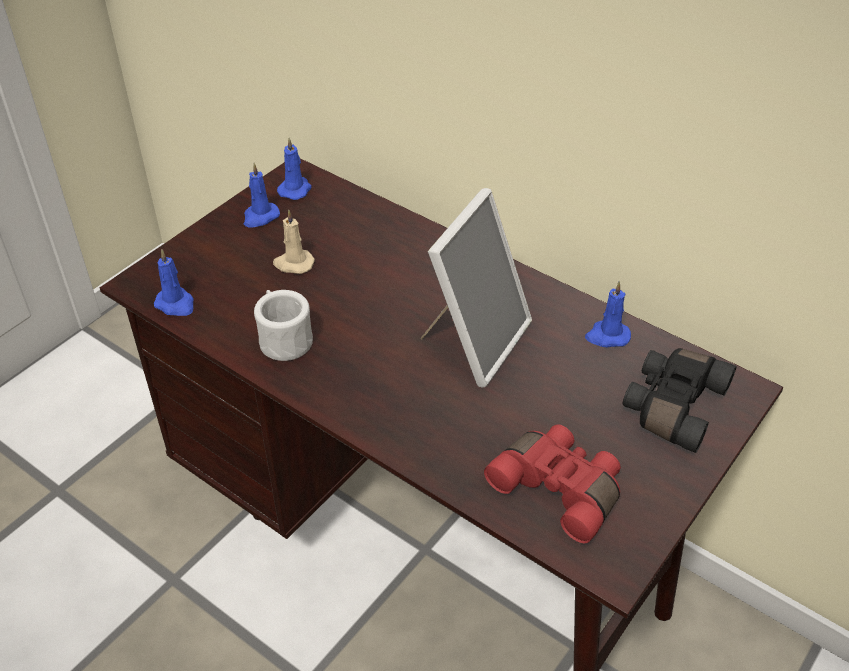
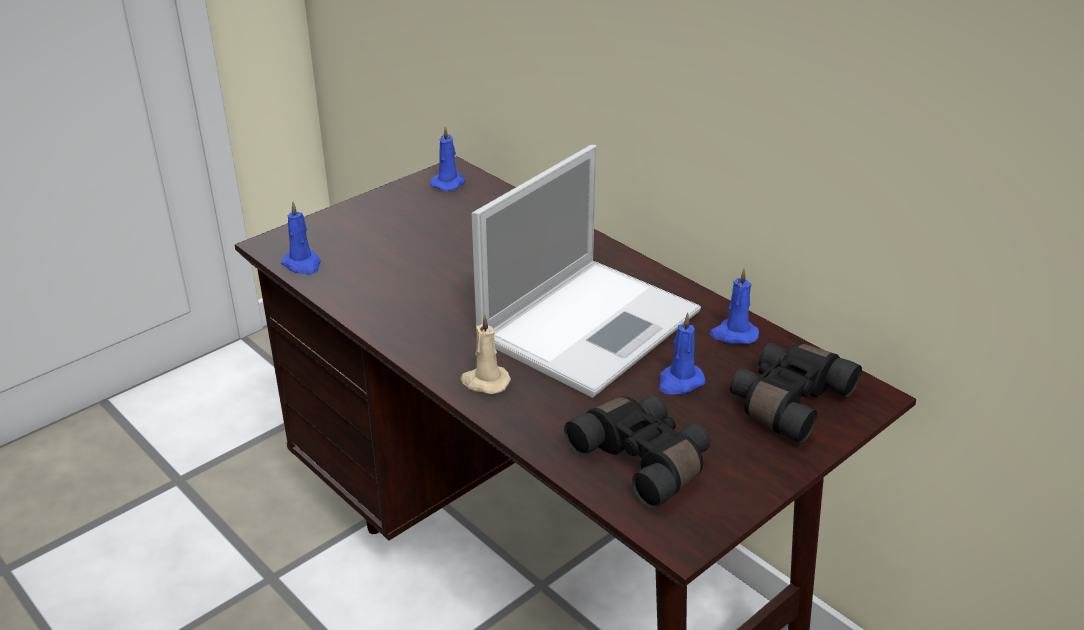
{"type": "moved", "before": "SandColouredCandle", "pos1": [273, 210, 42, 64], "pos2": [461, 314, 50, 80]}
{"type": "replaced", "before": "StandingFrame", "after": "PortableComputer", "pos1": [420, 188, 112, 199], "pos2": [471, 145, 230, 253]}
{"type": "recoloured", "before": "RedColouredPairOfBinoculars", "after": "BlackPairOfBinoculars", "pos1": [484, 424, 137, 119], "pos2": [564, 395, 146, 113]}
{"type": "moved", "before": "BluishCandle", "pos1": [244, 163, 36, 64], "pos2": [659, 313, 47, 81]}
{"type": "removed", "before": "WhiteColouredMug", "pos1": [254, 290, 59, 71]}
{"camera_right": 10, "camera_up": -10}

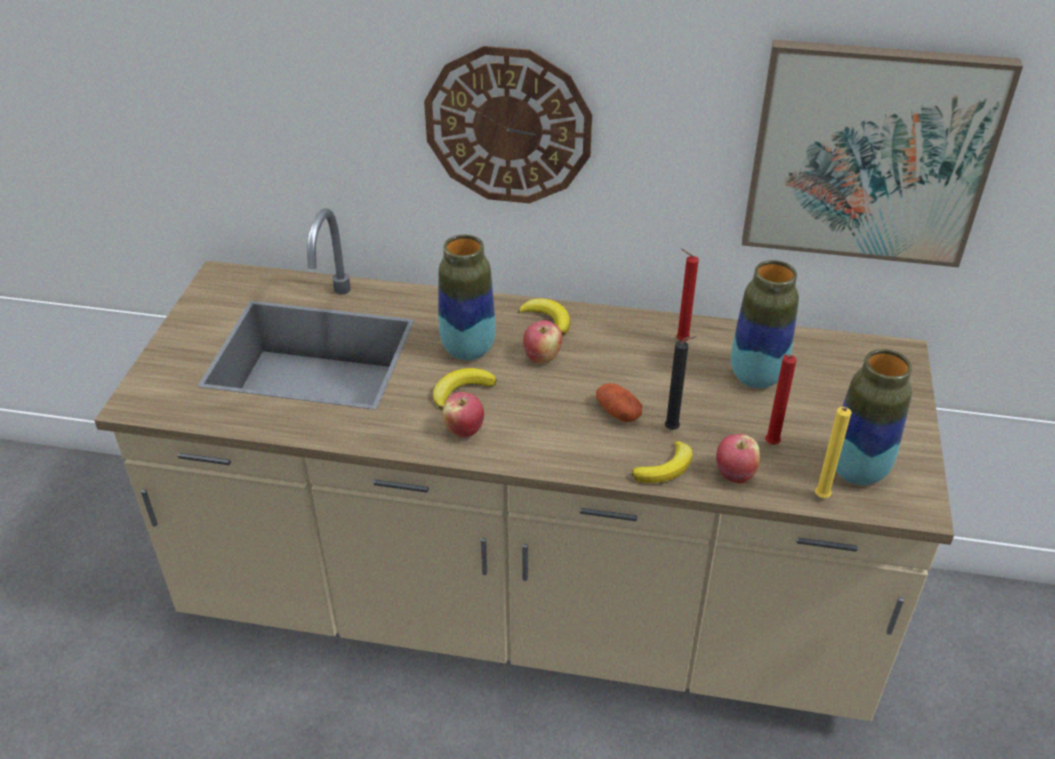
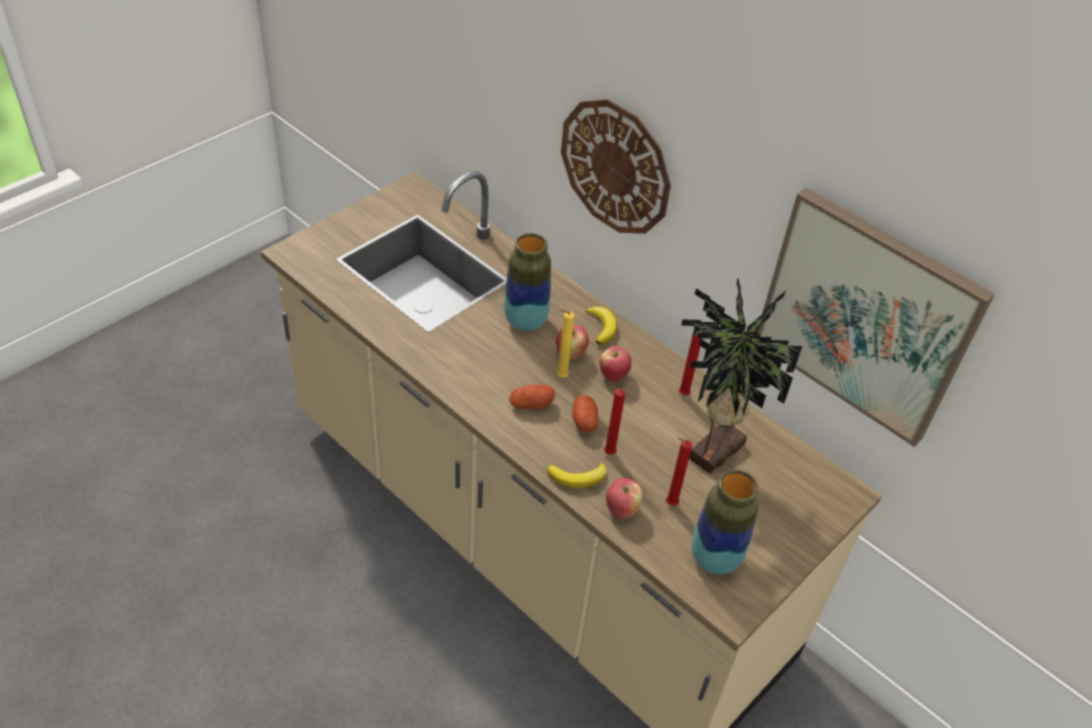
{"type": "added", "after": "Potato", "pos2": [509, 384, 46, 25]}
{"type": "moved", "before": "YellowishCandle", "pos1": [815, 407, 37, 91], "pos2": [557, 309, 17, 69]}
{"type": "moved", "before": "AppleFruit", "pos1": [443, 392, 41, 46], "pos2": [599, 346, 32, 36]}
{"type": "recoloured", "before": "BlackCandle", "after": "RedColouredCandle", "pos1": [665, 336, 32, 94], "pos2": [604, 388, 26, 67]}
{"type": "replaced", "before": "FlowerVase", "after": "PlantInAPot", "pos1": [731, 260, 68, 128], "pos2": [681, 278, 121, 196]}
{"type": "removed", "before": "BananaFruit", "pos1": [433, 368, 63, 42]}
{"camera_right": 30, "camera_up": 5}

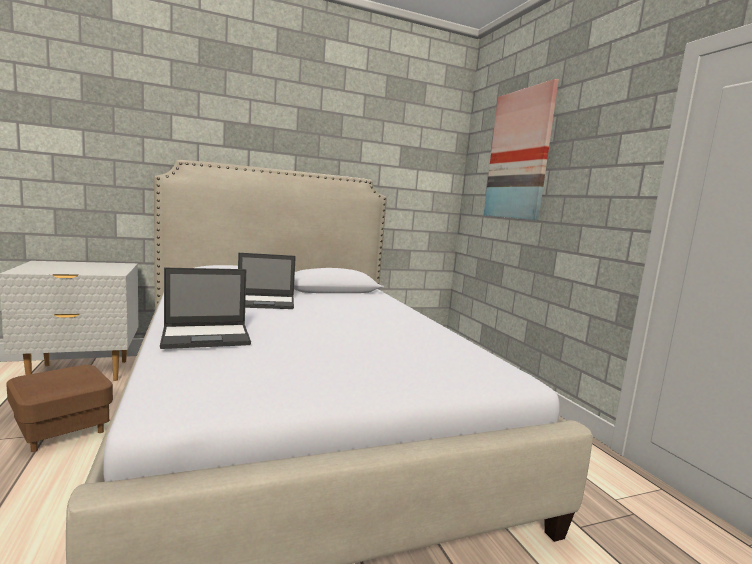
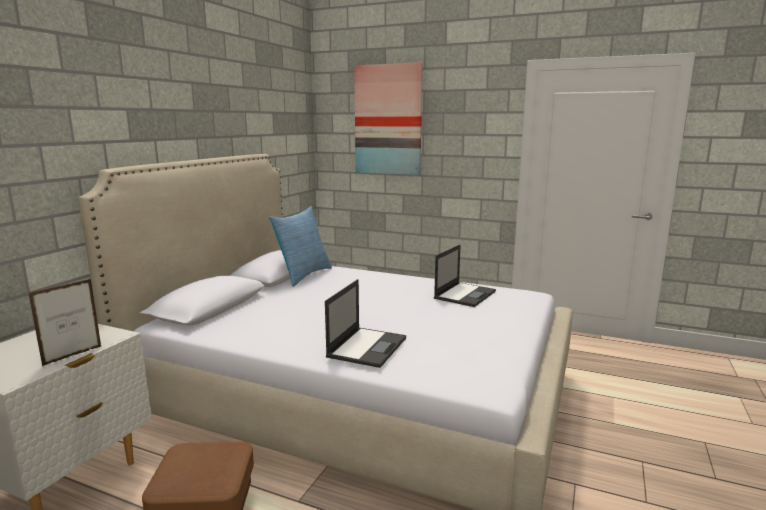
{"type": "added", "after": "StandingFrame", "pos2": [29, 279, 72, 87]}
{"type": "added", "after": "Cushion", "pos2": [269, 206, 63, 81]}
{"type": "moved", "before": "PortableComputer", "pos1": [238, 253, 58, 56], "pos2": [434, 244, 62, 63]}
{"camera_right": -45, "camera_up": 5}

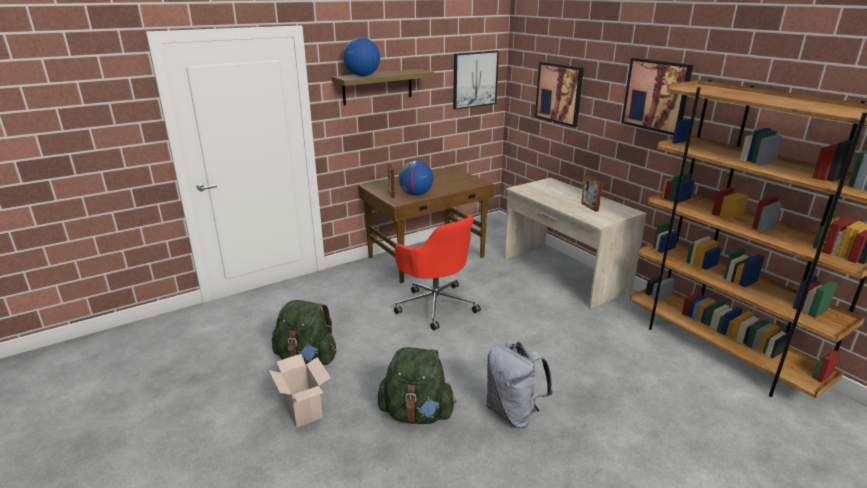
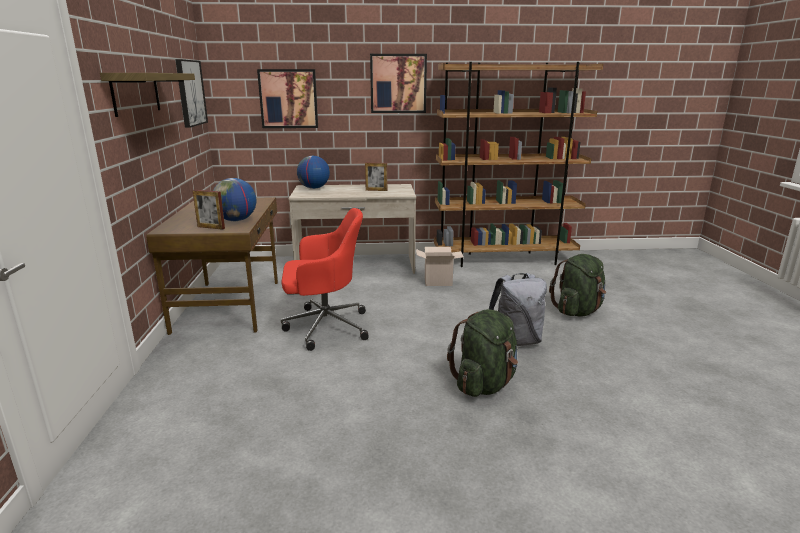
{"type": "moved", "before": "DeskGlobe", "pos1": [343, 37, 37, 39], "pos2": [297, 156, 33, 33]}
{"type": "moved", "before": "CardboardBox", "pos1": [269, 354, 62, 74], "pos2": [416, 247, 47, 39]}
{"type": "moved", "before": "GreenishRucksack", "pos1": [272, 300, 64, 65], "pos2": [549, 254, 57, 63]}
{"camera_right": -60, "camera_up": -5}

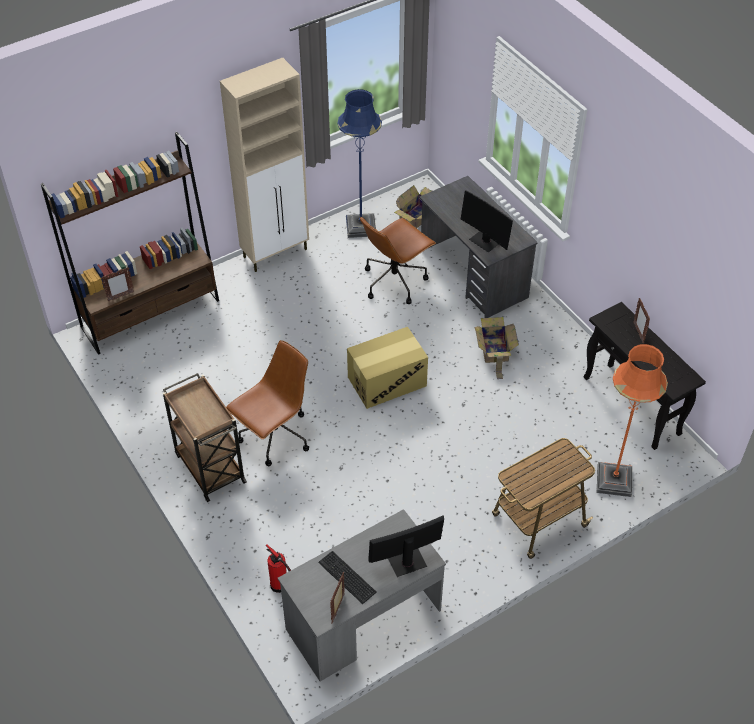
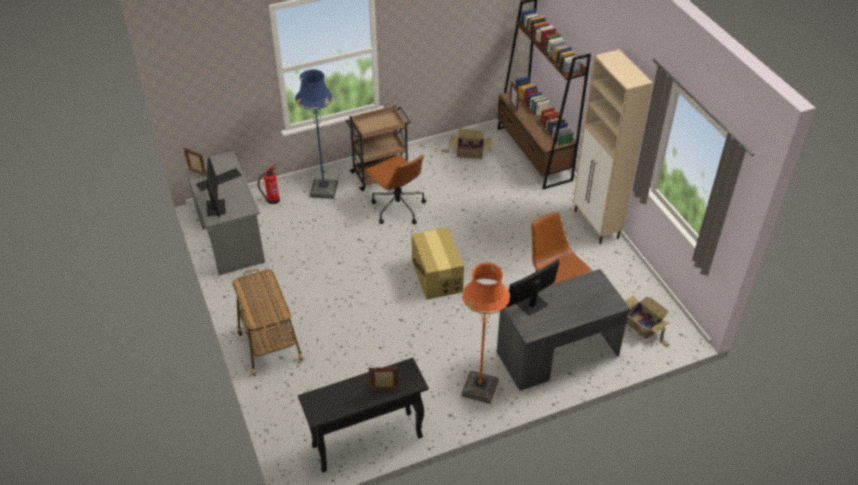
{"type": "moved", "before": "BluishStandingLamp", "pos1": [337, 89, 45, 149], "pos2": [295, 69, 43, 130]}
{"type": "moved", "before": "CardboardBox", "pos1": [474, 317, 45, 62], "pos2": [441, 129, 50, 30]}
{"type": "moved", "before": "OrangeyStandingLamp", "pos1": [597, 344, 71, 153], "pos2": [461, 262, 49, 142]}
{"camera_right": 100, "camera_up": -5}

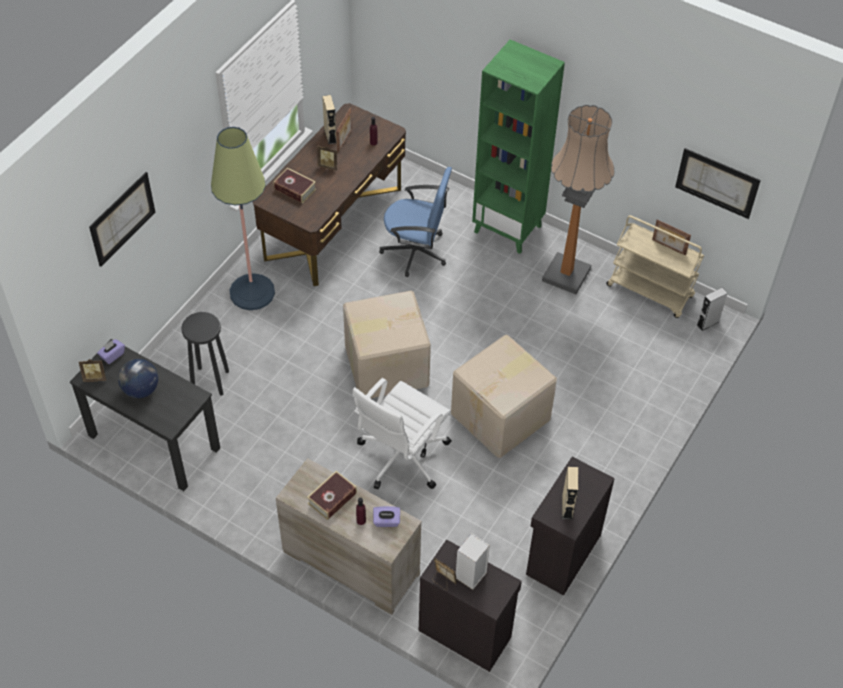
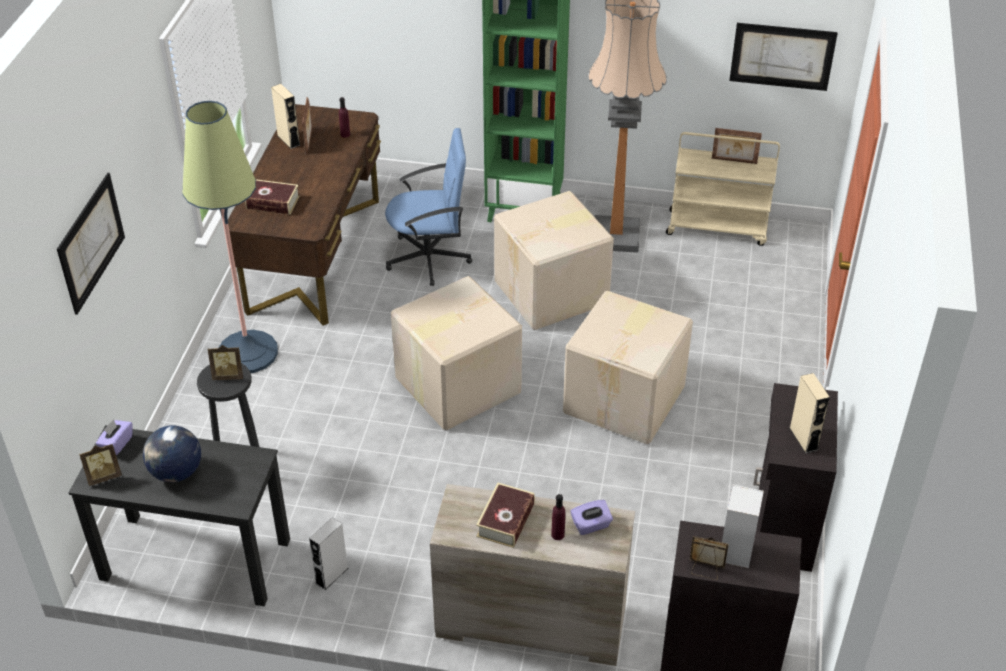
{"type": "moved", "before": "StandingFrame", "pos1": [317, 146, 20, 25], "pos2": [208, 345, 35, 35]}
{"type": "moved", "before": "GrayAudioSpeaker", "pos1": [697, 288, 31, 43], "pos2": [309, 517, 39, 73]}
{"type": "added", "after": "CardboardBox", "pos2": [494, 191, 120, 139]}
{"type": "removed", "before": "WhiteColouredOfficeChair", "pos1": [352, 378, 100, 111]}
{"camera_right": -20, "camera_up": -10}

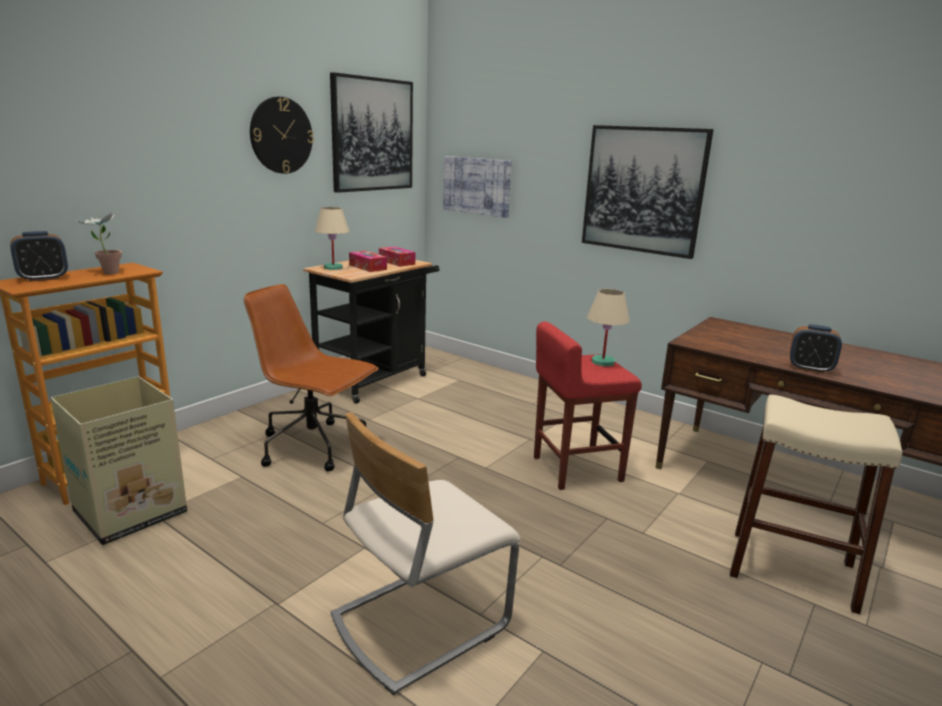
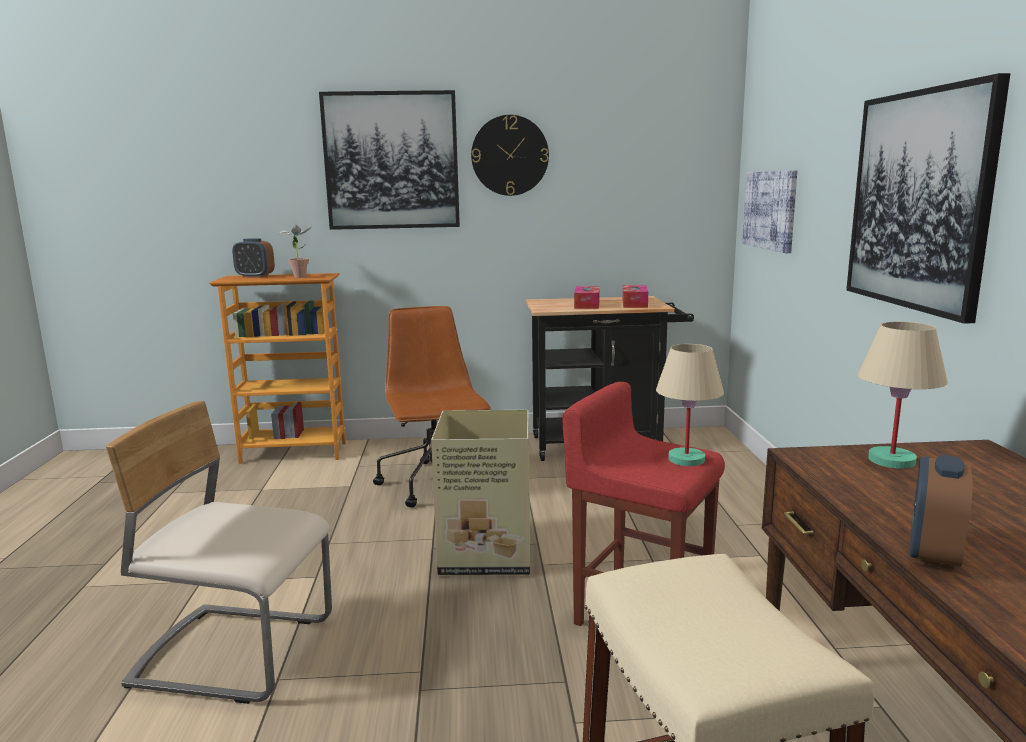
{"type": "moved", "before": "Picture", "pos1": [330, 72, 83, 121], "pos2": [319, 90, 141, 140]}
{"type": "moved", "before": "CardboardBox", "pos1": [50, 377, 137, 168], "pos2": [431, 410, 99, 165]}
{"type": "moved", "before": "SandColouredLampForATable", "pos1": [315, 207, 35, 63], "pos2": [858, 322, 90, 147]}
{"type": "turned", "before": "TableClock", "pos1": [790, 324, 52, 50], "pos2": [909, 455, 64, 115], "turn": 45}
{"camera_right": 50, "camera_up": -5}

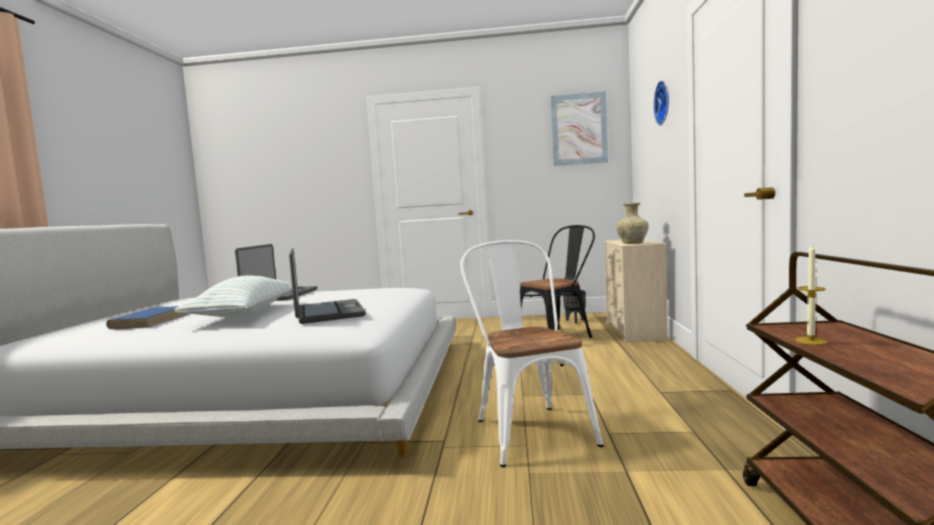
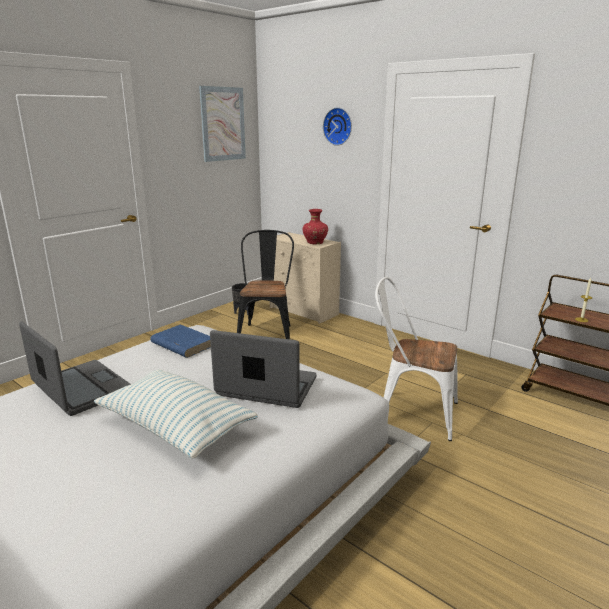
{"type": "moved", "before": "BluishBoundBook", "pos1": [106, 306, 82, 23], "pos2": [150, 324, 61, 34]}
{"type": "recoloured", "before": "SandColouredFlowerVase", "after": "RedColouredFlowerVase", "pos1": [616, 202, 33, 42], "pos2": [303, 209, 25, 36]}
{"camera_right": -55, "camera_up": 15}

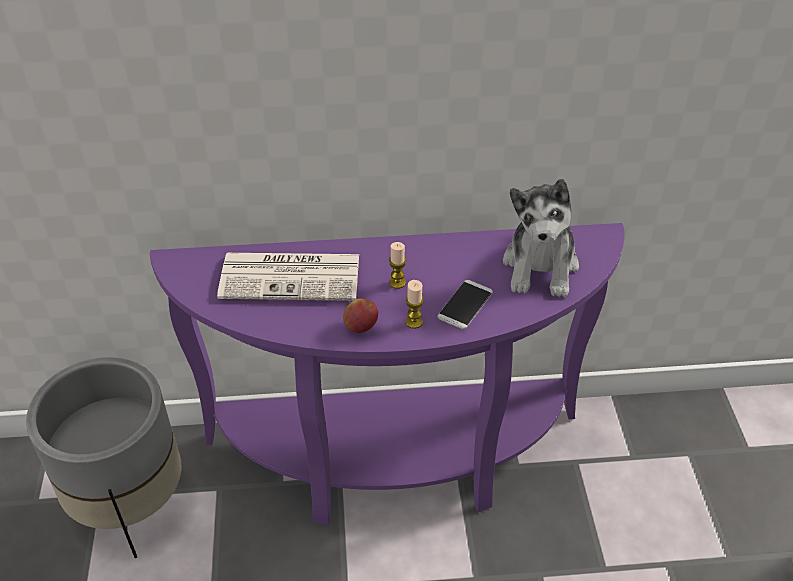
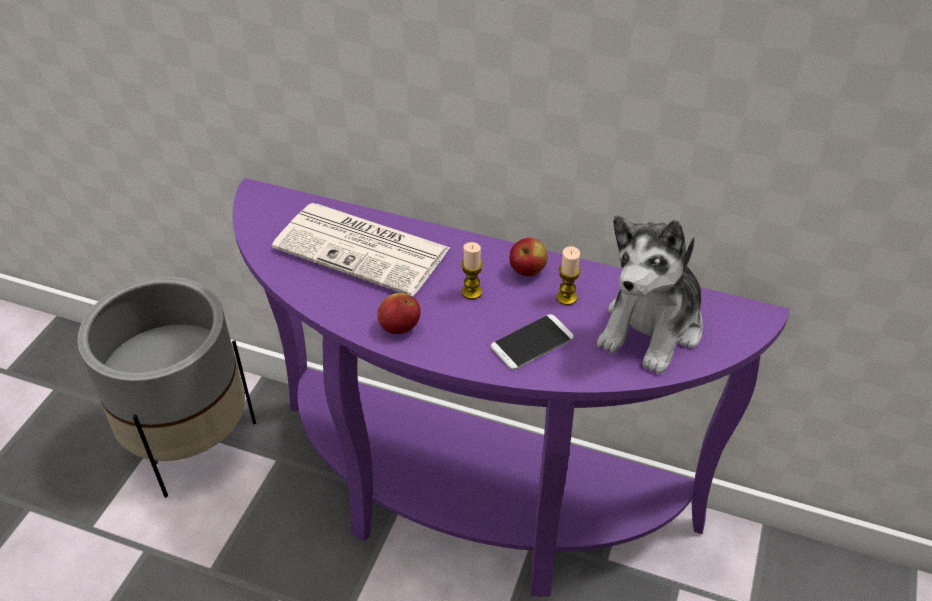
{"type": "added", "after": "AppleFruit", "pos2": [510, 238, 38, 38]}
{"type": "moved", "before": "Candle", "pos1": [406, 280, 18, 49], "pos2": [556, 246, 25, 59]}
{"camera_right": 25, "camera_up": 0}

